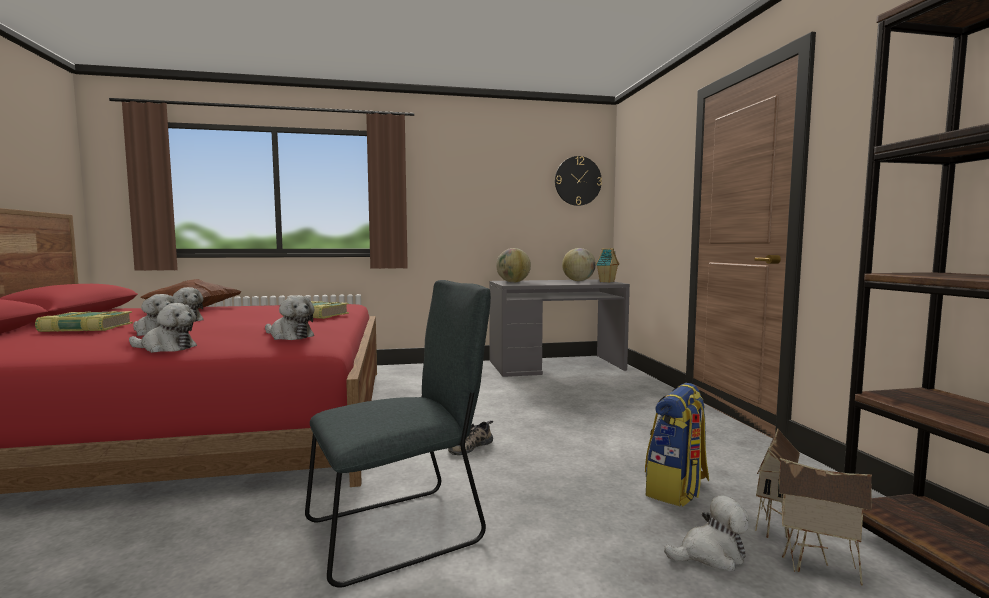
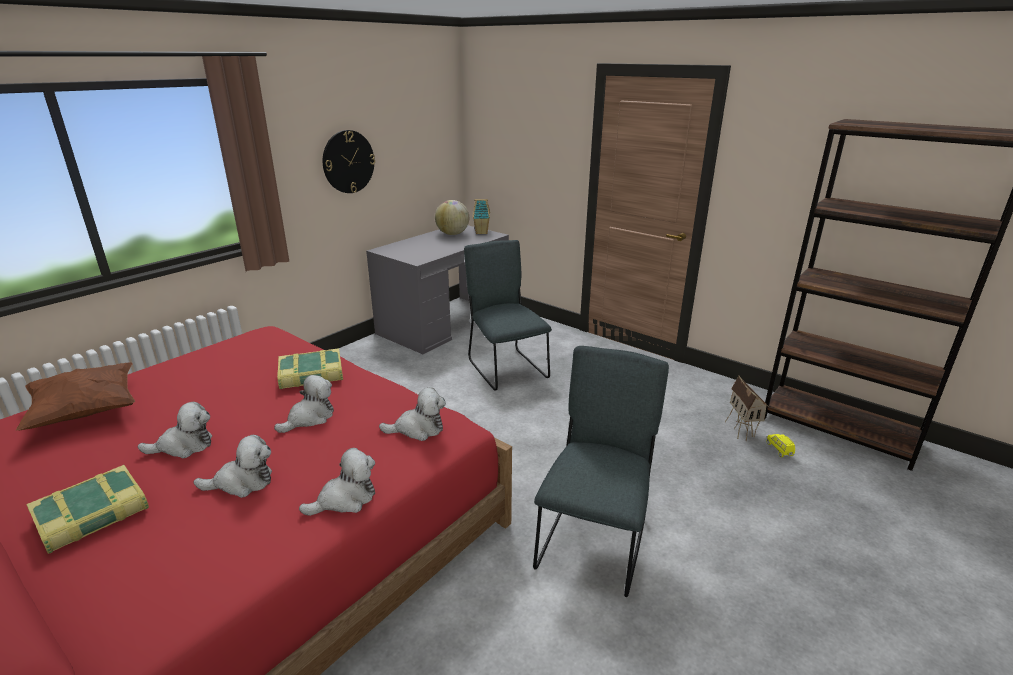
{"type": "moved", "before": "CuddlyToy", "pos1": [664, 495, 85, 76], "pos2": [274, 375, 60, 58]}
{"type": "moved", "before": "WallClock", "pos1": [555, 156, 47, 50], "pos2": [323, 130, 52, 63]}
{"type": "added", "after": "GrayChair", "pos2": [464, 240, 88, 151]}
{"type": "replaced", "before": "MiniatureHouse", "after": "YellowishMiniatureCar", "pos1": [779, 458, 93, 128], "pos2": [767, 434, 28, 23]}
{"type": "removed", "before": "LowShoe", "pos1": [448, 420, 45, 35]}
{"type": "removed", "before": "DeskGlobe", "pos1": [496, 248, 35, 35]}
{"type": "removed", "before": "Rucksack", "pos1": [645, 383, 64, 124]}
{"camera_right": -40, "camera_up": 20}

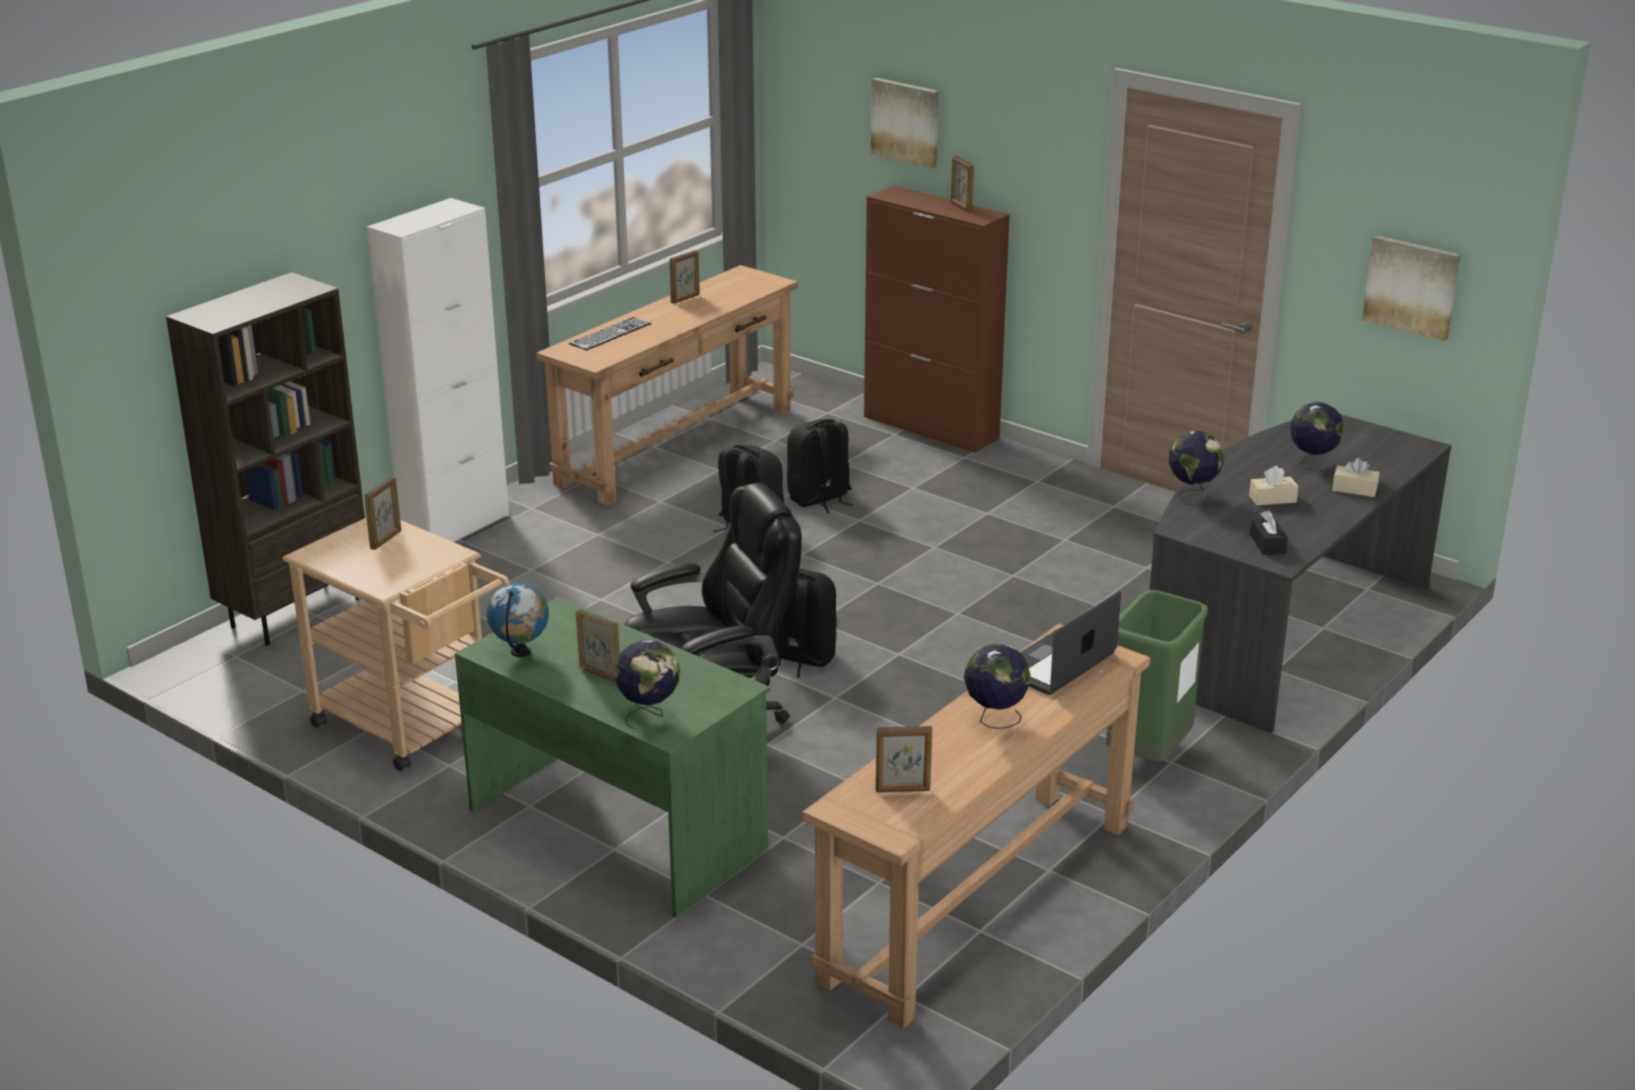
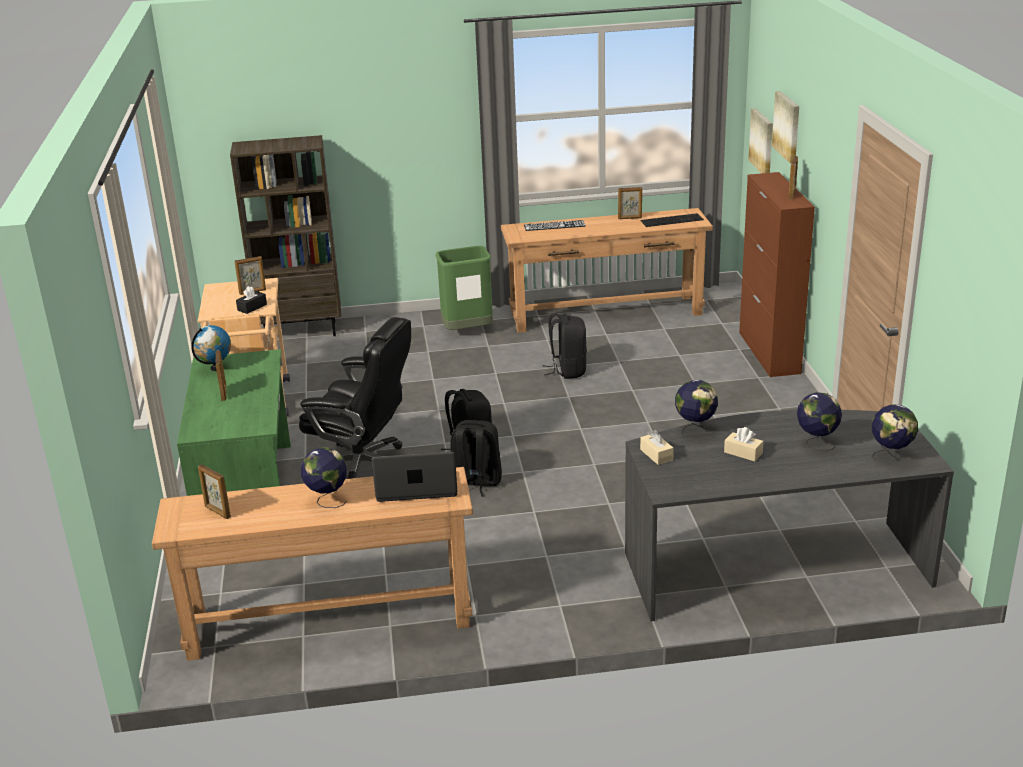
{"type": "moved", "before": "BlackTissueBox", "pos1": [1250, 511, 38, 44], "pos2": [236, 286, 31, 28]}
{"type": "moved", "before": "GreenishTrashCan", "pos1": [1106, 590, 102, 172], "pos2": [435, 246, 58, 84]}
{"type": "moved", "before": "BlackRucksack", "pos1": [787, 419, 66, 94], "pos2": [451, 420, 51, 77]}
{"type": "moved", "before": "SandColouredTissueBox", "pos1": [1332, 458, 48, 39], "pos2": [640, 430, 34, 35]}
{"type": "added", "after": "PcKeyboard", "pos2": [641, 213, 63, 14]}
{"type": "moved", "before": "Picture", "pos1": [1362, 235, 99, 106], "pos2": [748, 108, 25, 65]}
{"type": "moved", "before": "DeskGlobe", "pos1": [614, 640, 66, 89], "pos2": [872, 404, 46, 56]}
{"type": "removed", "before": "WhiteColouredStorageCabinet", "pos1": [367, 198, 142, 344]}
{"camera_right": 45, "camera_up": 0}

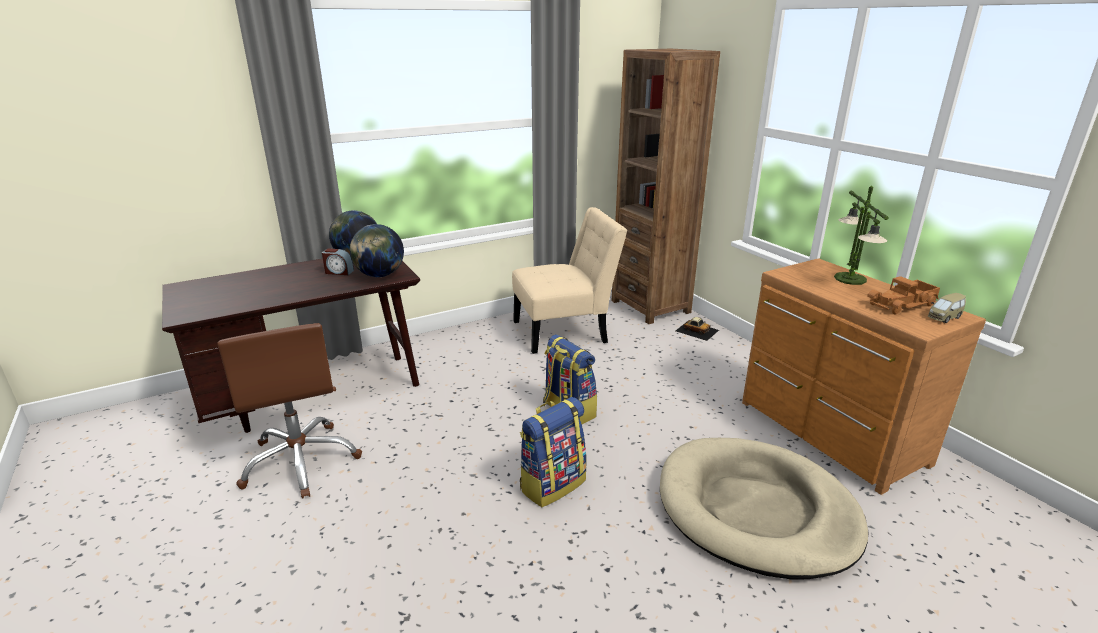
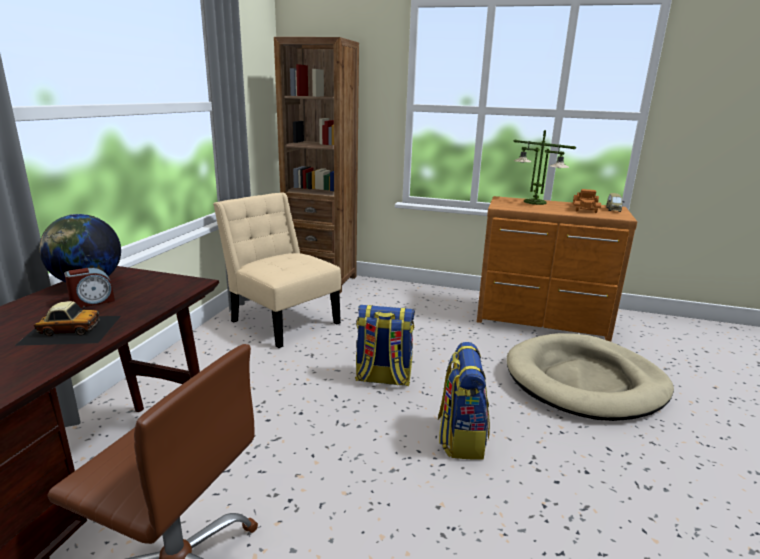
{"type": "moved", "before": "MiniatureCar", "pos1": [676, 317, 43, 24], "pos2": [15, 301, 106, 45]}
{"type": "turned", "before": "SandColouredChair", "pos1": [512, 207, 115, 147], "pos2": [213, 192, 128, 156], "turn": -75}
{"type": "removed", "before": "DeskGlobe", "pos1": [350, 224, 54, 53]}
{"camera_right": -45, "camera_up": -5}

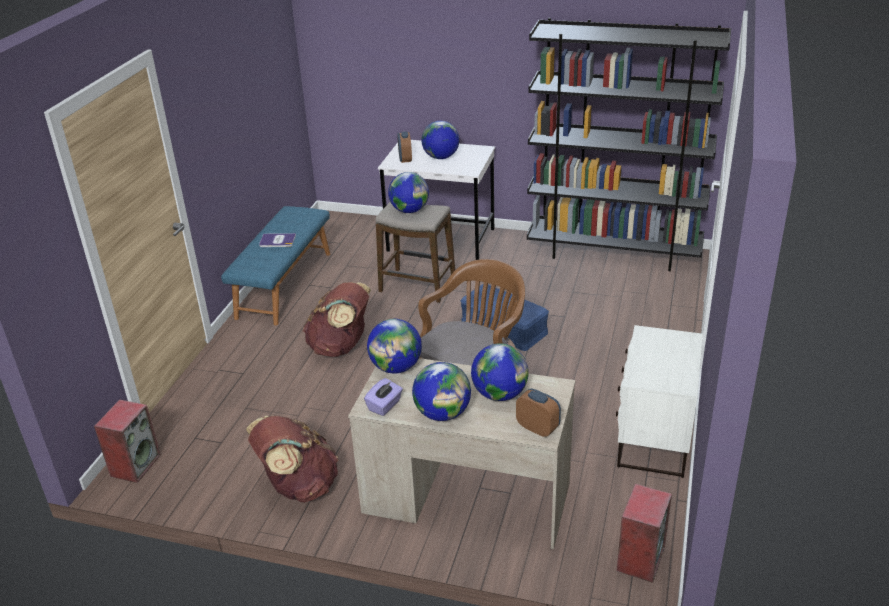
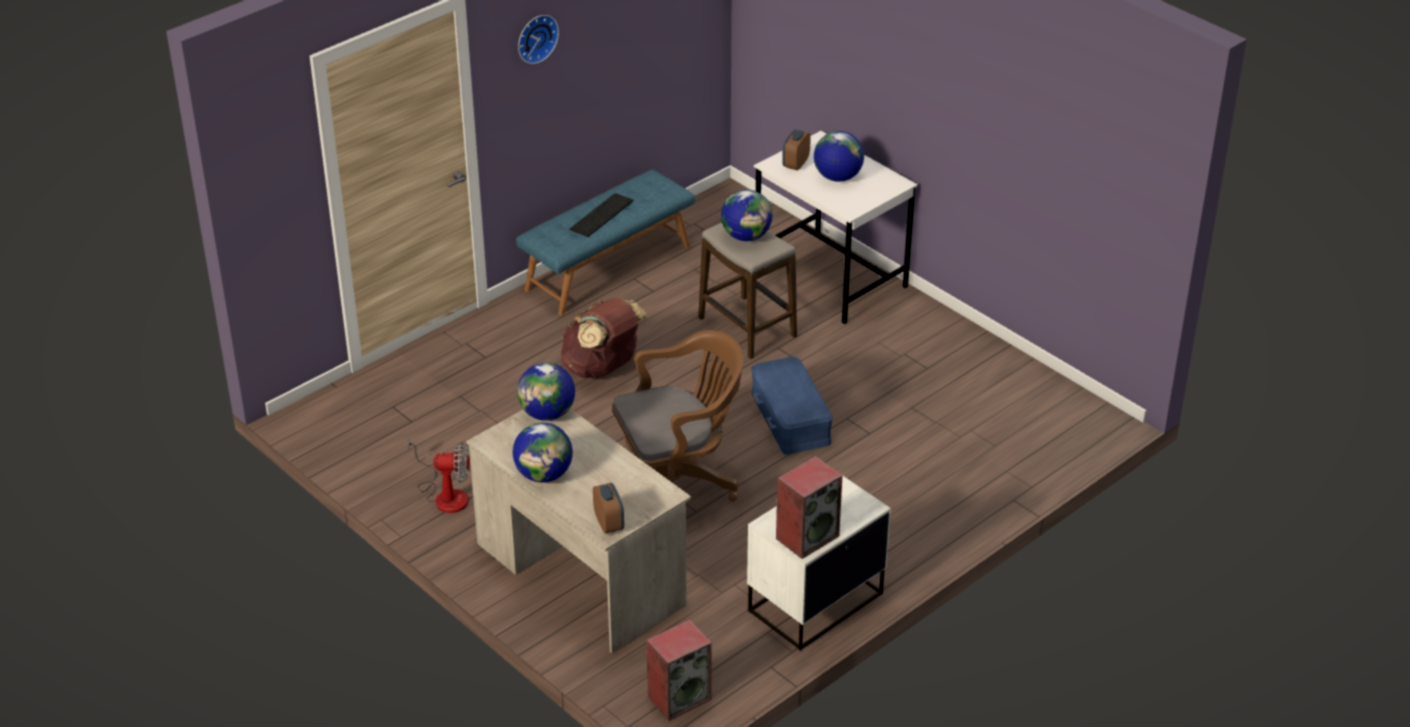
{"type": "replaced", "before": "BrownishRucksack", "after": "CoolingFan", "pos1": [246, 415, 92, 87], "pos2": [407, 436, 63, 77]}
{"type": "added", "after": "WallClock", "pos2": [518, 15, 41, 49]}
{"type": "replaced", "before": "BoundBook", "after": "PcKeyboard", "pos1": [259, 233, 37, 14], "pos2": [570, 193, 63, 44]}
{"type": "moved", "before": "AudioSpeaker", "pos1": [94, 399, 67, 84], "pos2": [776, 456, 66, 103]}
{"type": "removed", "before": "PurpleTissueBox", "pos1": [364, 378, 39, 38]}
{"type": "removed", "before": "DeskGlobe", "pos1": [471, 343, 58, 58]}
{"type": "removed", "before": "BlackShelvingUnit", "pos1": [527, 18, 204, 253]}
{"camera_right": 30, "camera_up": 5}

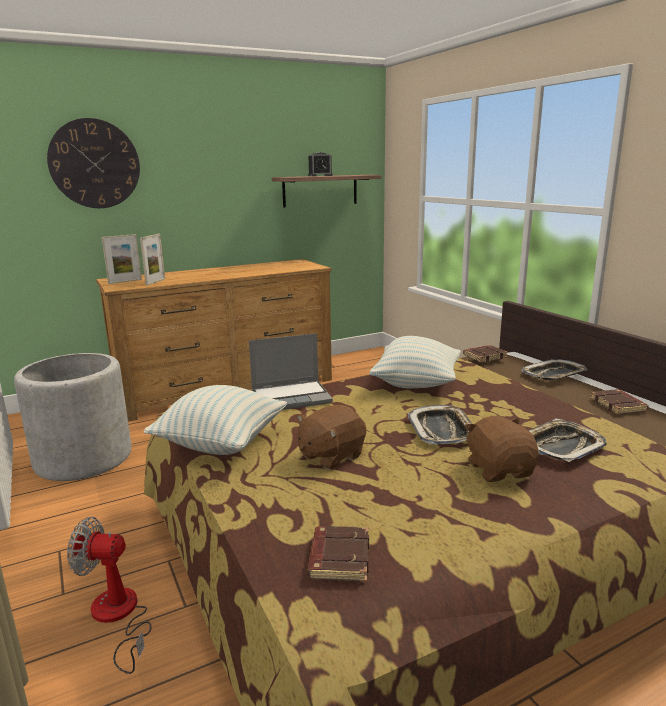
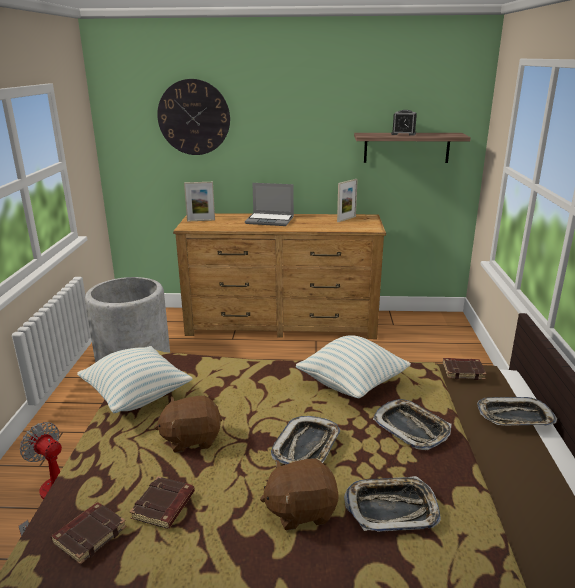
{"type": "moved", "before": "BrownishBoundBook", "pos1": [590, 389, 59, 26], "pos2": [130, 476, 65, 53]}
{"type": "moved", "before": "PortableComputer", "pos1": [249, 333, 84, 77], "pos2": [245, 183, 49, 43]}
{"type": "turned", "before": "BrownishCuddlyToy", "pos1": [465, 416, 74, 66], "pos2": [260, 458, 79, 73], "turn": -120}
{"type": "moved", "before": "StandingFrame", "pos1": [140, 234, 25, 52], "pos2": [337, 179, 21, 43]}
{"type": "added", "after": "Tray", "pos2": [373, 399, 78, 51]}
{"camera_right": 30, "camera_up": 5}

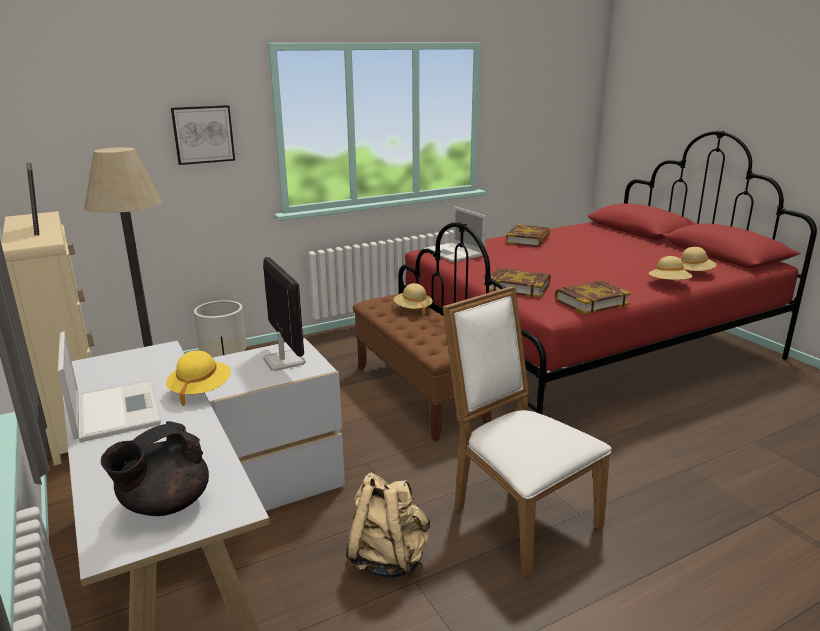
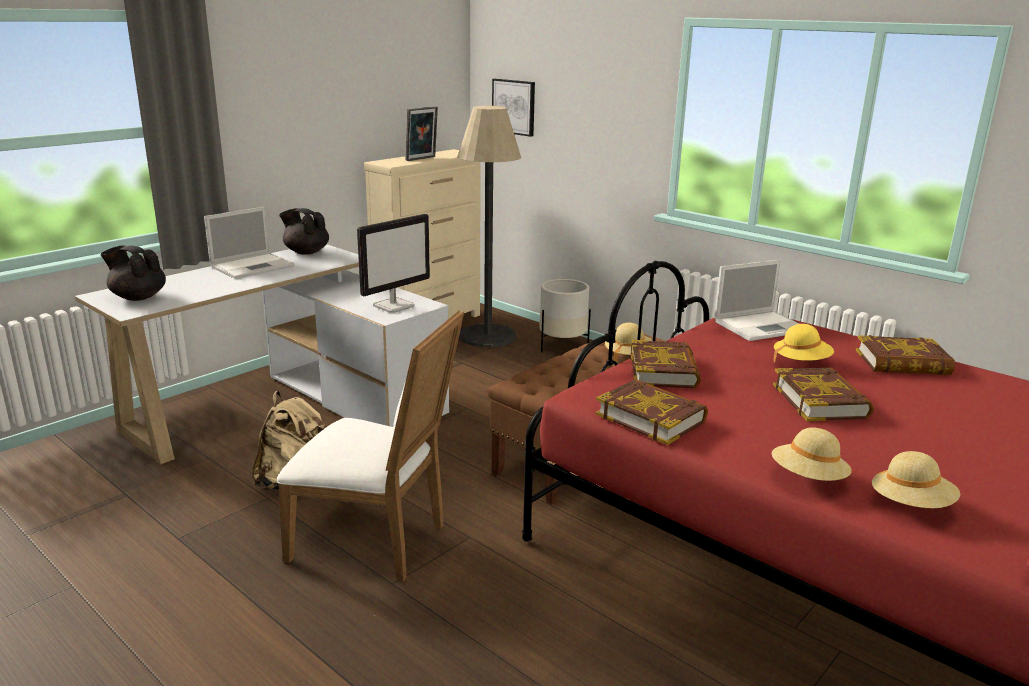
{"type": "turned", "before": "WhiteColouredChair", "pos1": [443, 286, 168, 291], "pos2": [277, 310, 187, 272], "turn": 75}
{"type": "added", "after": "BlackPotForTea", "pos2": [279, 208, 50, 47]}
{"type": "moved", "before": "Picture", "pos1": [171, 105, 64, 60], "pos2": [492, 79, 43, 58]}
{"type": "turned", "before": "PortableComputer", "pos1": [423, 206, 64, 56], "pos2": [714, 260, 86, 81], "turn": -150}
{"type": "moved", "before": "YellowishClothingHat", "pos1": [166, 350, 65, 56], "pos2": [773, 324, 61, 38]}
{"type": "added", "after": "BoundBook", "pos2": [773, 368, 101, 53]}
{"camera_right": 70, "camera_up": 0}

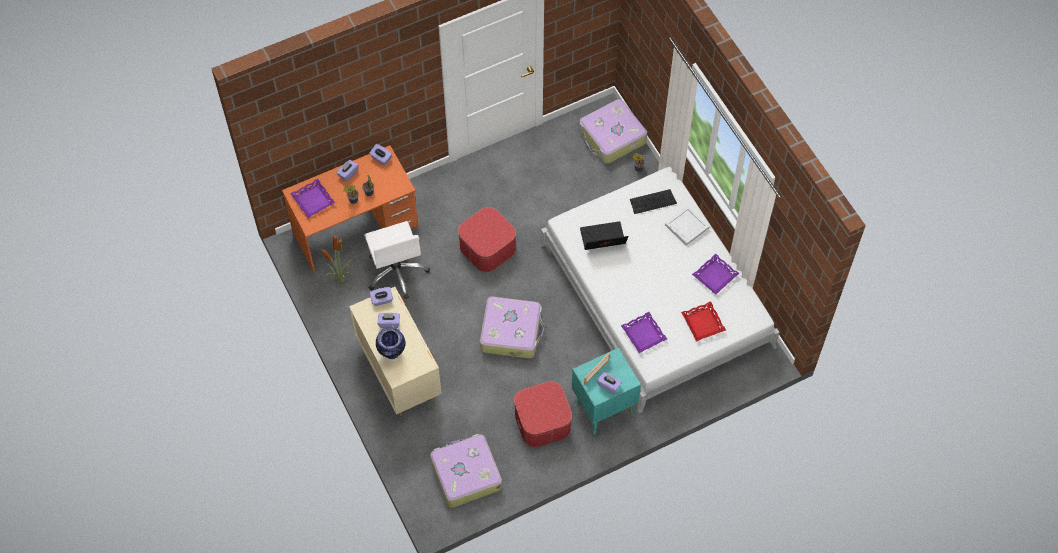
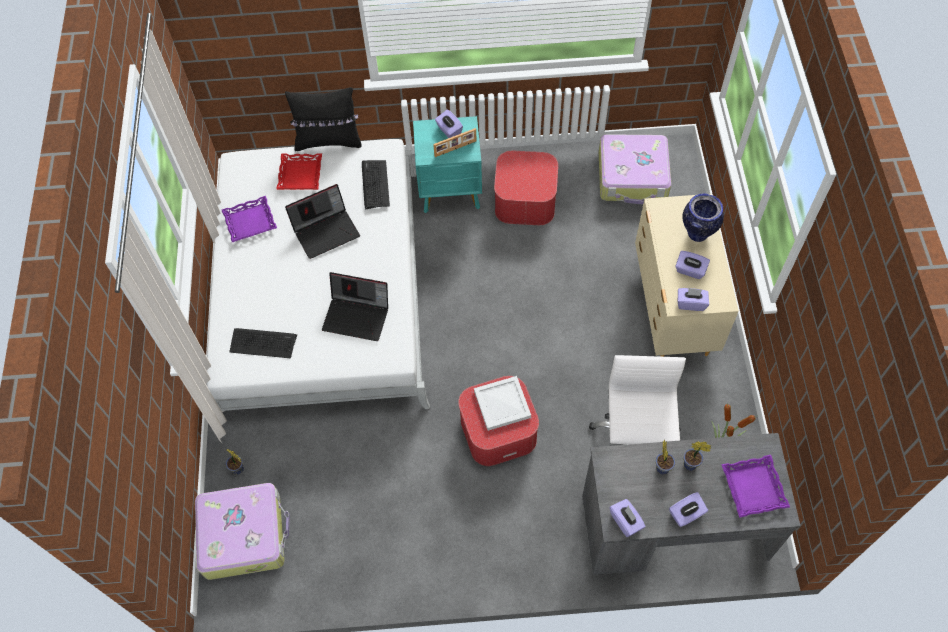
{"type": "added", "after": "BlackCushion", "pos2": [285, 87, 76, 64]}
{"type": "added", "after": "PortableComputer", "pos2": [285, 184, 75, 75]}
{"type": "replaced", "before": "PurpleTray", "after": "PcKeyboard", "pos1": [621, 312, 46, 41], "pos2": [362, 160, 28, 49]}
{"type": "moved", "before": "WhiteColouredTray", "pos1": [665, 206, 45, 40], "pos2": [474, 376, 57, 55]}
{"type": "recoloured", "before": "OrangeyDesk", "after": "GrayDesk", "pos1": [282, 145, 137, 128], "pos2": [582, 433, 219, 142]}
{"type": "removed", "before": "Suitcase", "pos1": [480, 297, 65, 61]}
{"camera_right": -155, "camera_up": 0}

